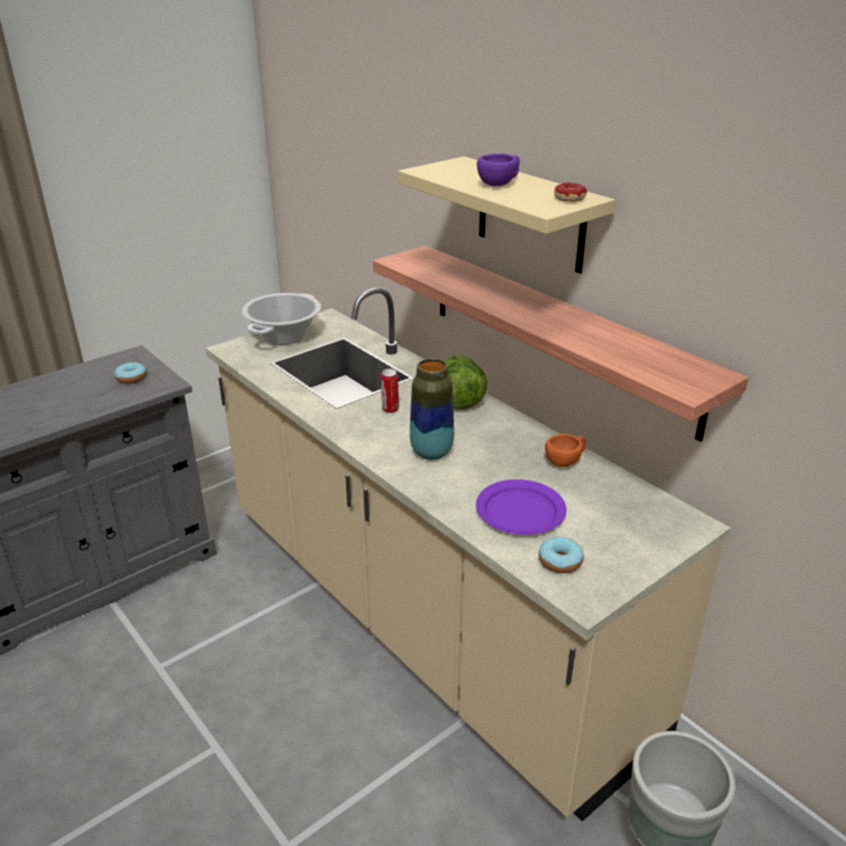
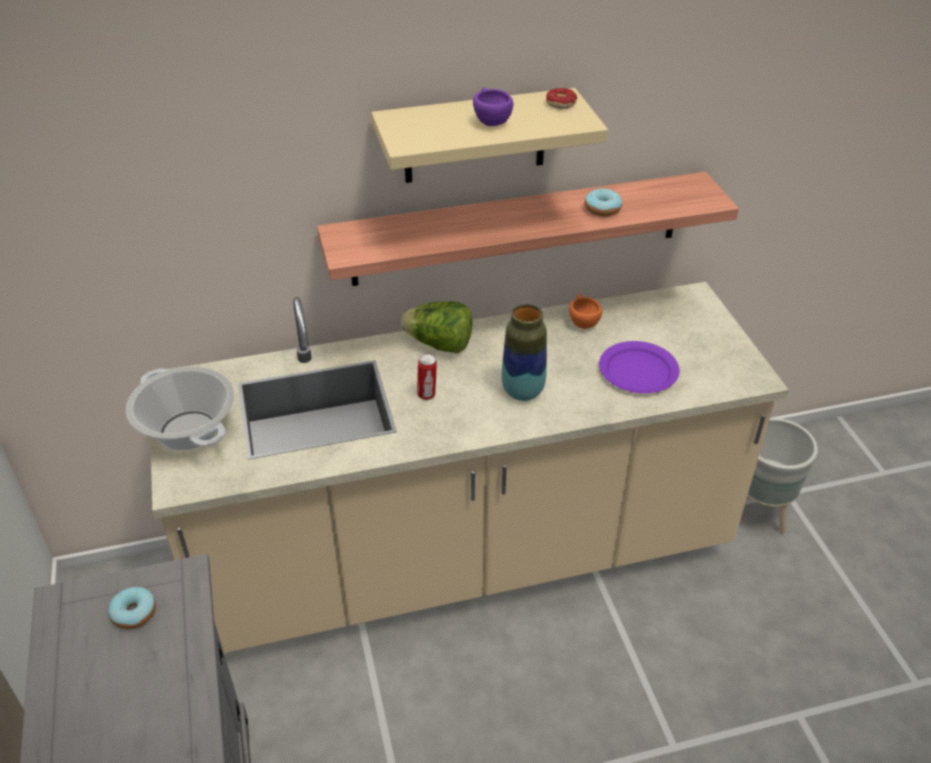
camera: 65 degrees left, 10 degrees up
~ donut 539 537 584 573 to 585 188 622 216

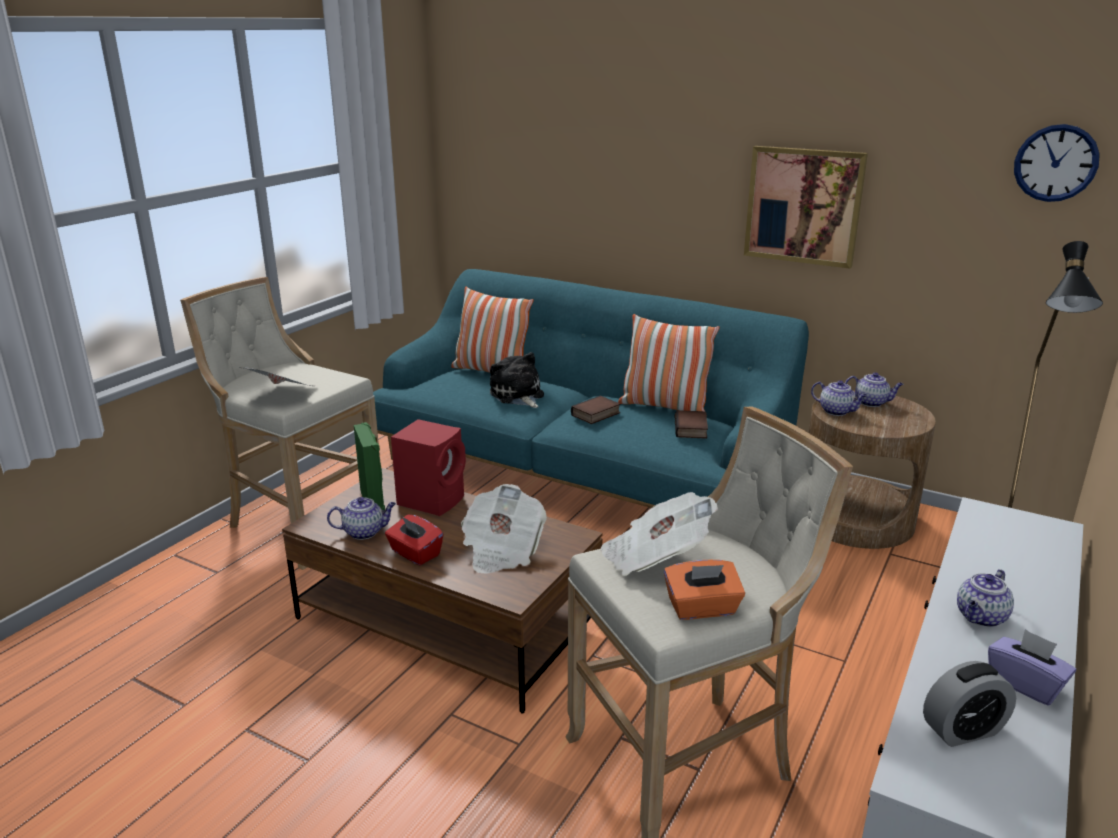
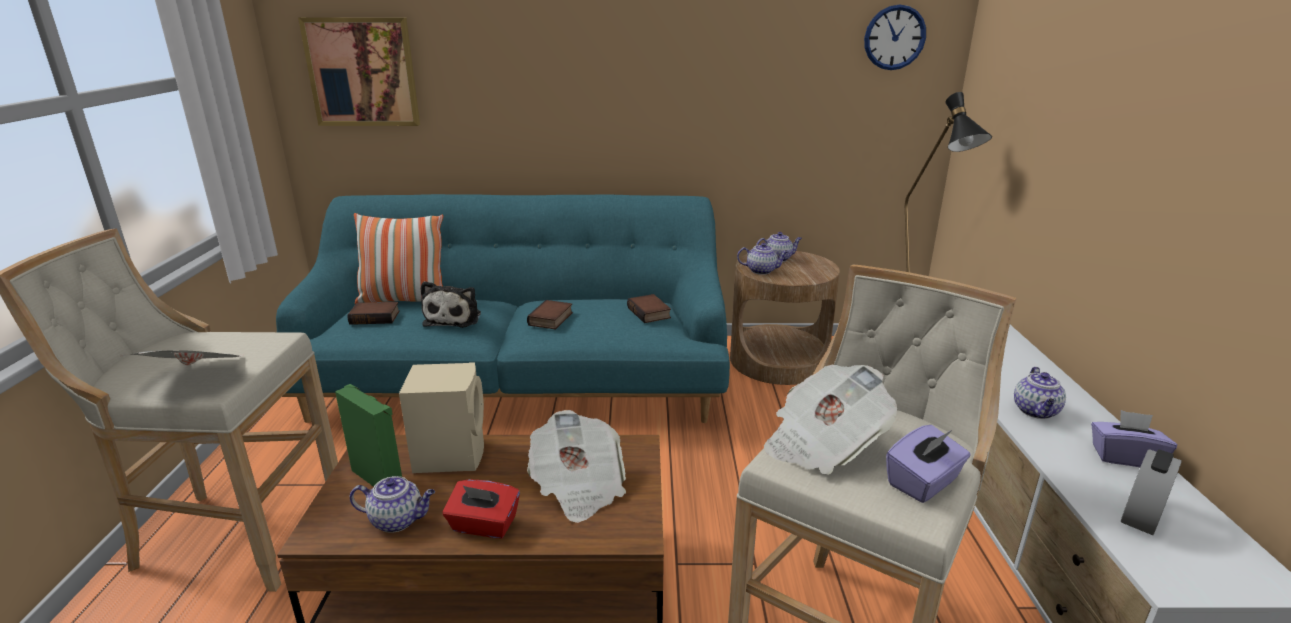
camera: 30 degrees left, 0 degrees up
~ picture 744 146 868 269 to 298 17 420 126
- pillow 618 314 720 411
~ plush toy 490 352 544 408 = 421 281 481 328 120 degrees counterclockwise
~ speaker/red 391 419 466 516 to speaker/beige 399 362 484 473
~ teapot 327 497 396 540 = 349 476 435 533 45 degrees clockwise
~ tissue box/orange 664 560 745 620 to tissue box/purple 886 425 971 503
+ book 348 302 400 325

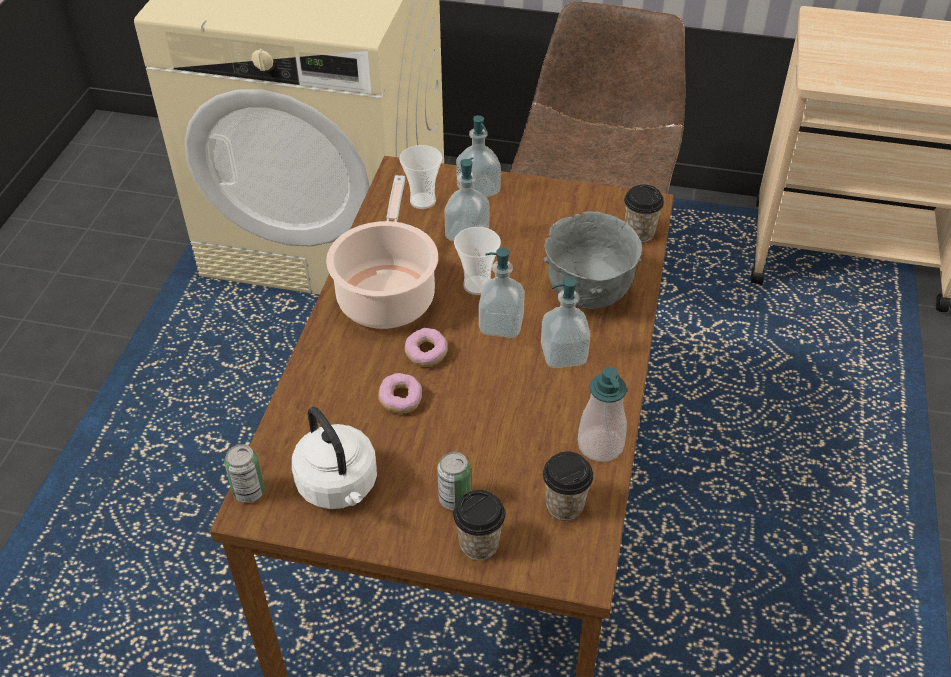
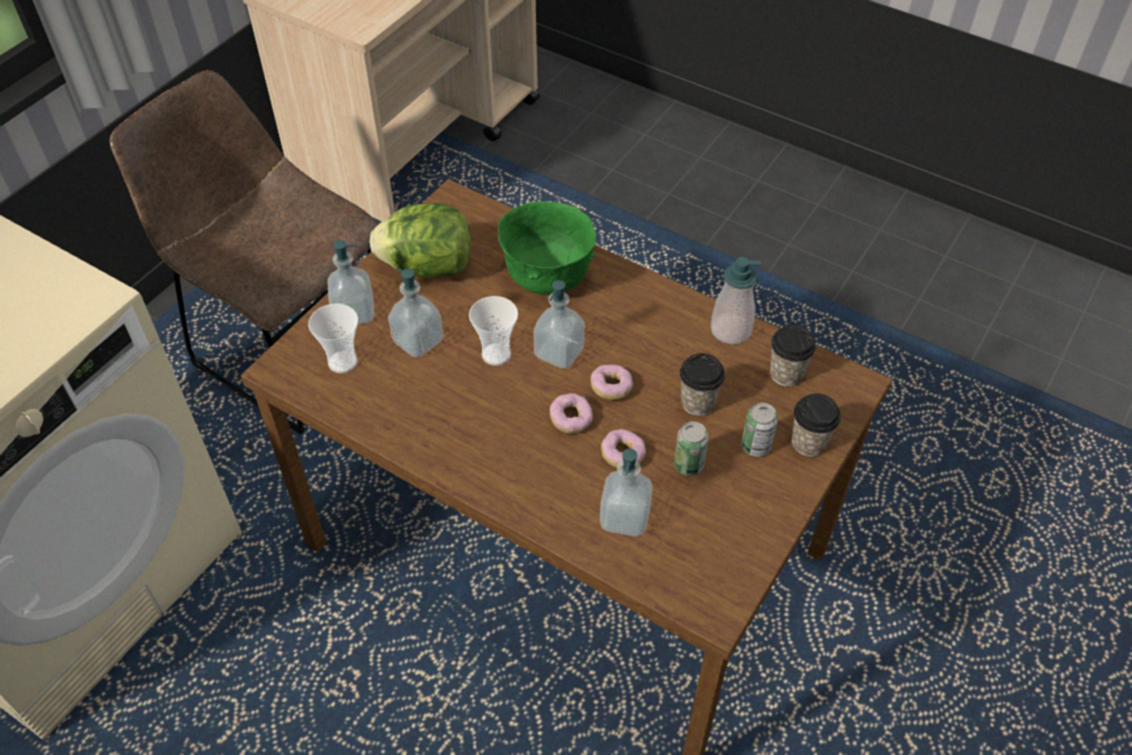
camera: 70 degrees left, 5 degrees up
- cooking pot 326 175 438 329
~ cup 624 184 664 243 to 680 353 725 416
~ bowl/grey 543 211 642 309 to bowl/green 498 201 596 295
~ soap dispenser 541 277 590 368 to 600 449 653 537
- kettle/white 292 407 377 509
~ can 224 444 265 503 to 674 421 709 476
+ lettuce 370 203 471 279
+ donut 590 365 633 400

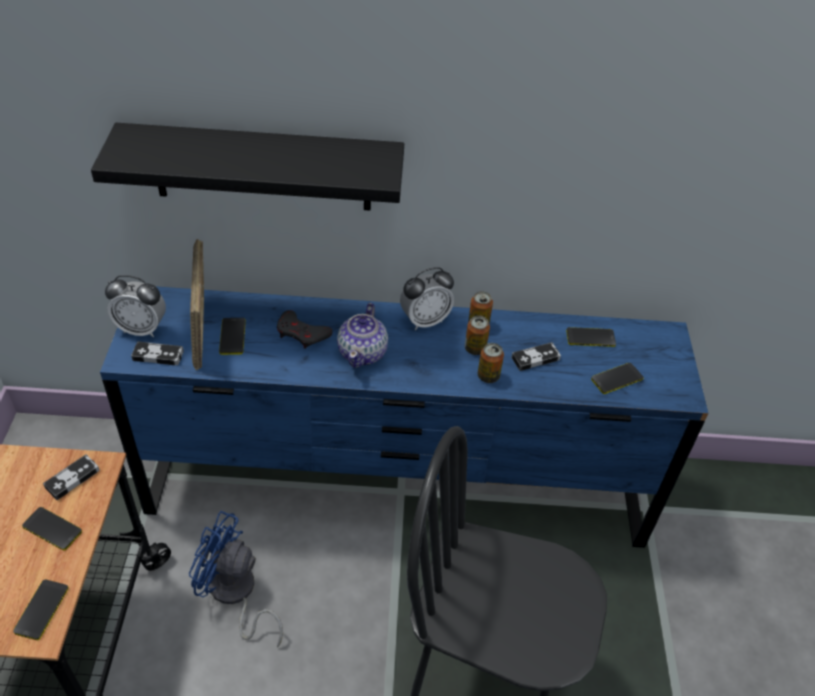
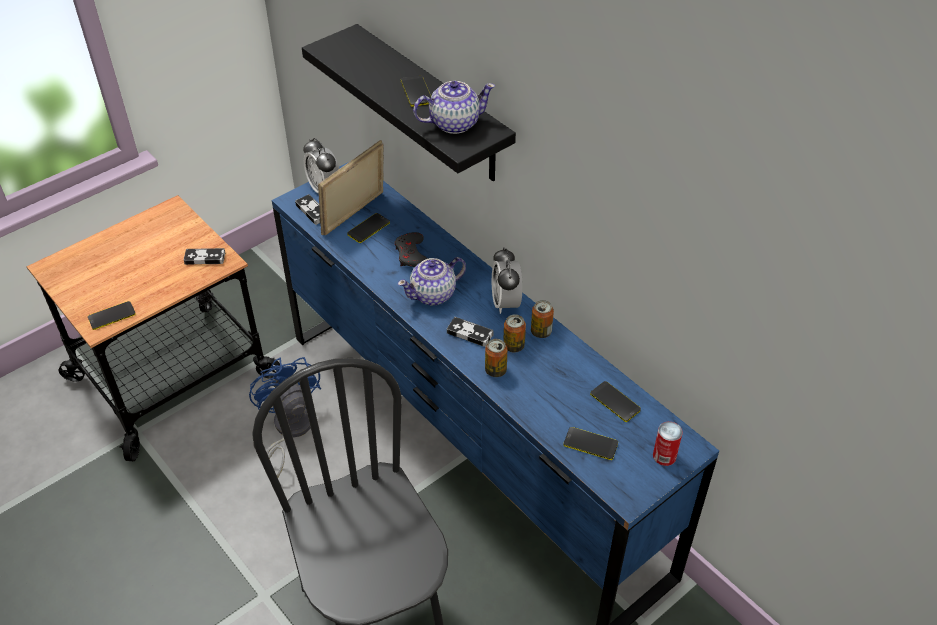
camera: 50 degrees right, 0 degrees up
~ alarm clock 400 267 454 330 = 492 247 523 314 60 degrees clockwise
~ game controller 511 342 561 371 to 447 317 494 347
~ phone 22 507 82 550 to 401 75 431 107
+ teapot 413 81 495 134
+ can 653 422 683 466

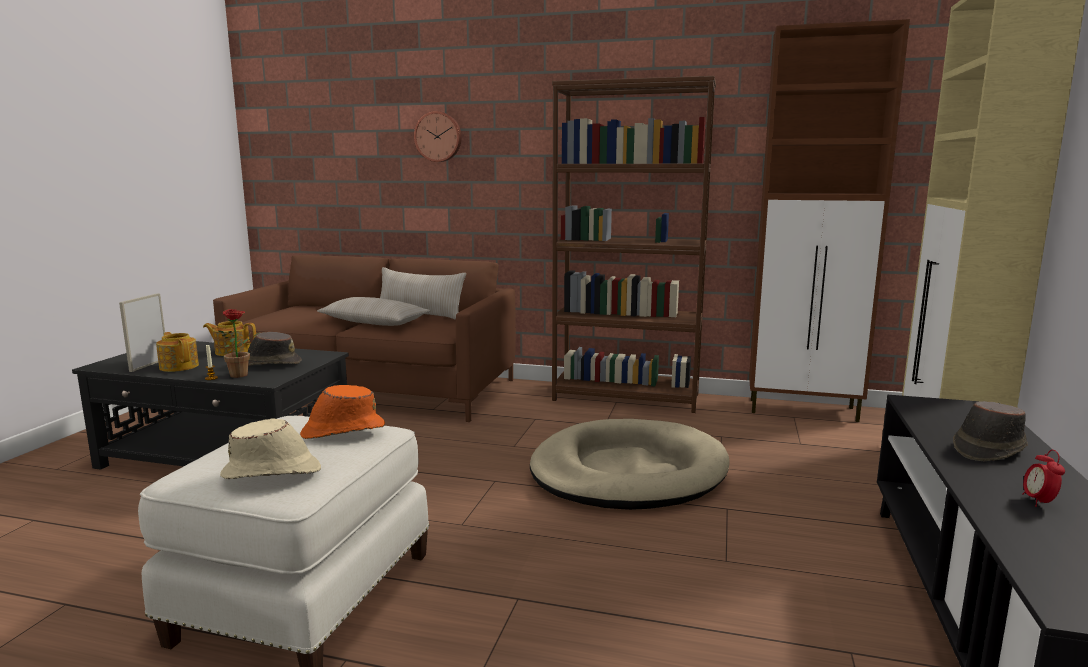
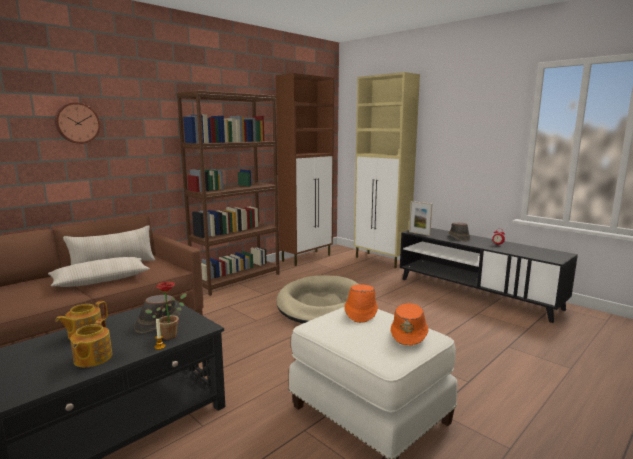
camera: 60 degrees left, 0 degrees up
~ picture frame 119 293 165 372 to 409 201 432 236
~ teapot 156 332 199 372 = 70 319 112 367 75 degrees counterclockwise
~ hat/beige 220 418 321 479 to hat/orange 391 303 428 345

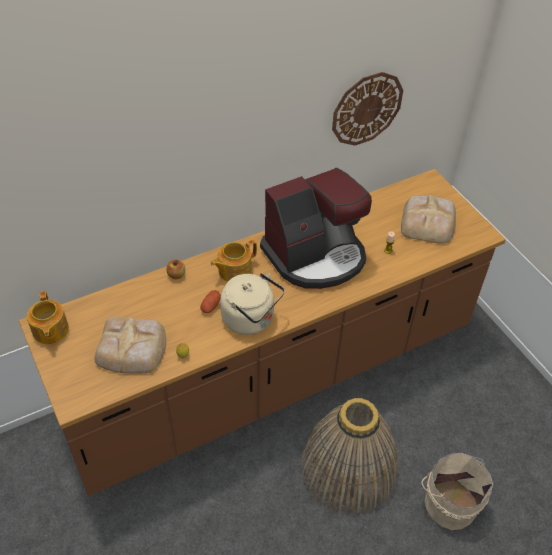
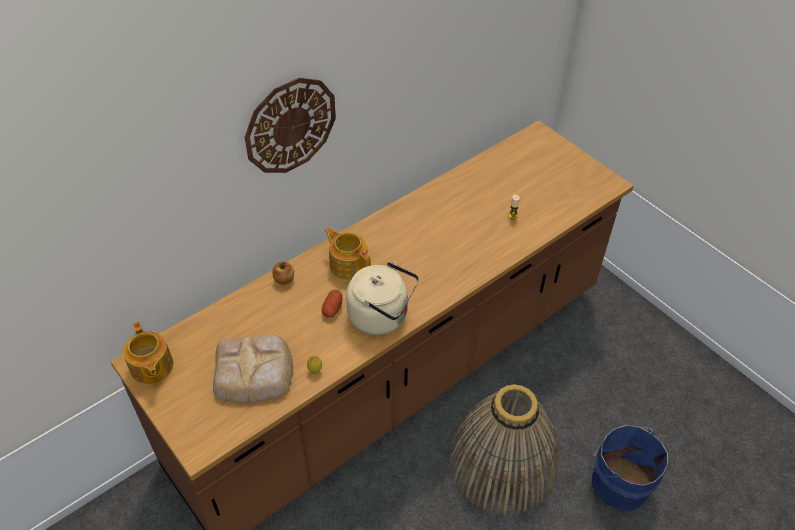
camera: 10 degrees left, 0 degrees up
~ wall clock 332 72 403 146 to 245 78 336 173
- coffee machine 260 168 372 289
- bread 401 195 456 244
~ teapot 211 240 257 282 = 324 227 371 280 90 degrees clockwise
~ bucket/beige 421 453 493 530 to bucket/blue 589 425 668 511

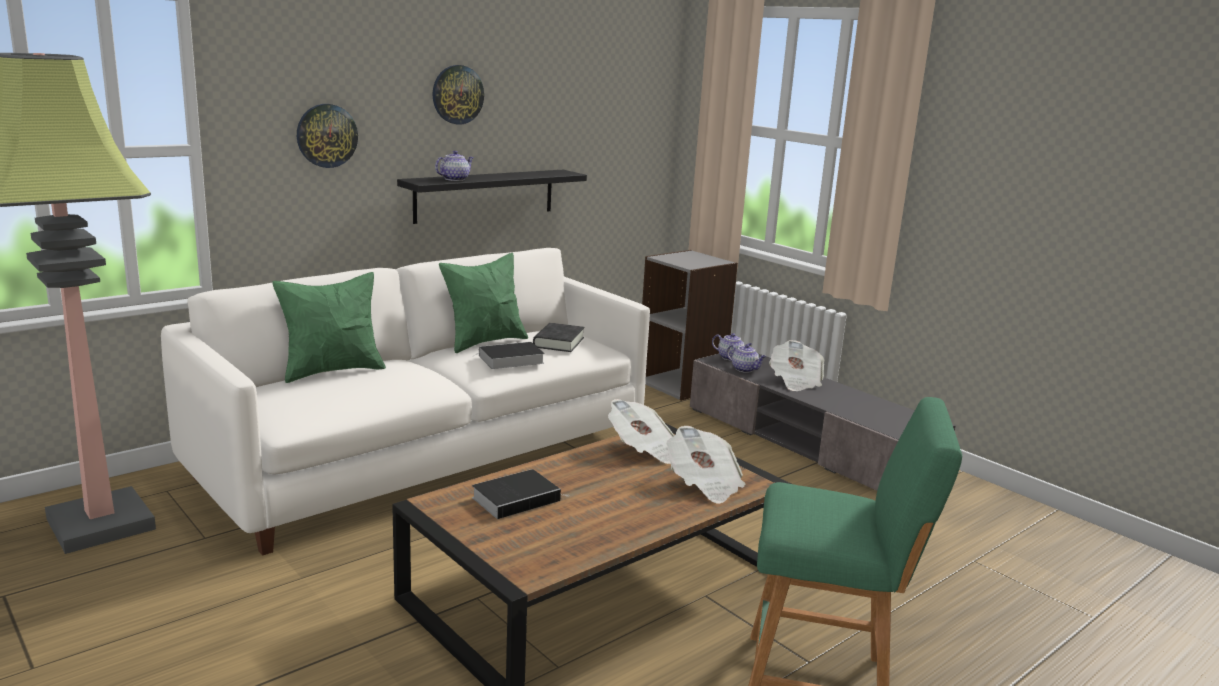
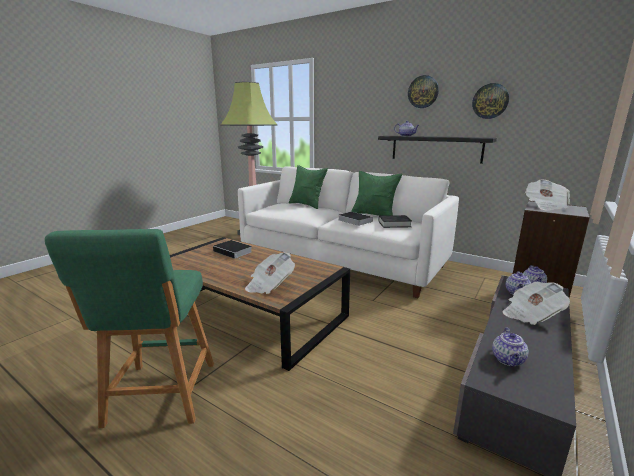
camera: 75 degrees right, 0 degrees up
~ wall clock 297 104 358 168 to 472 83 509 119
~ newspaper 608 399 674 464 to 525 180 570 211
+ teapot 492 328 529 367

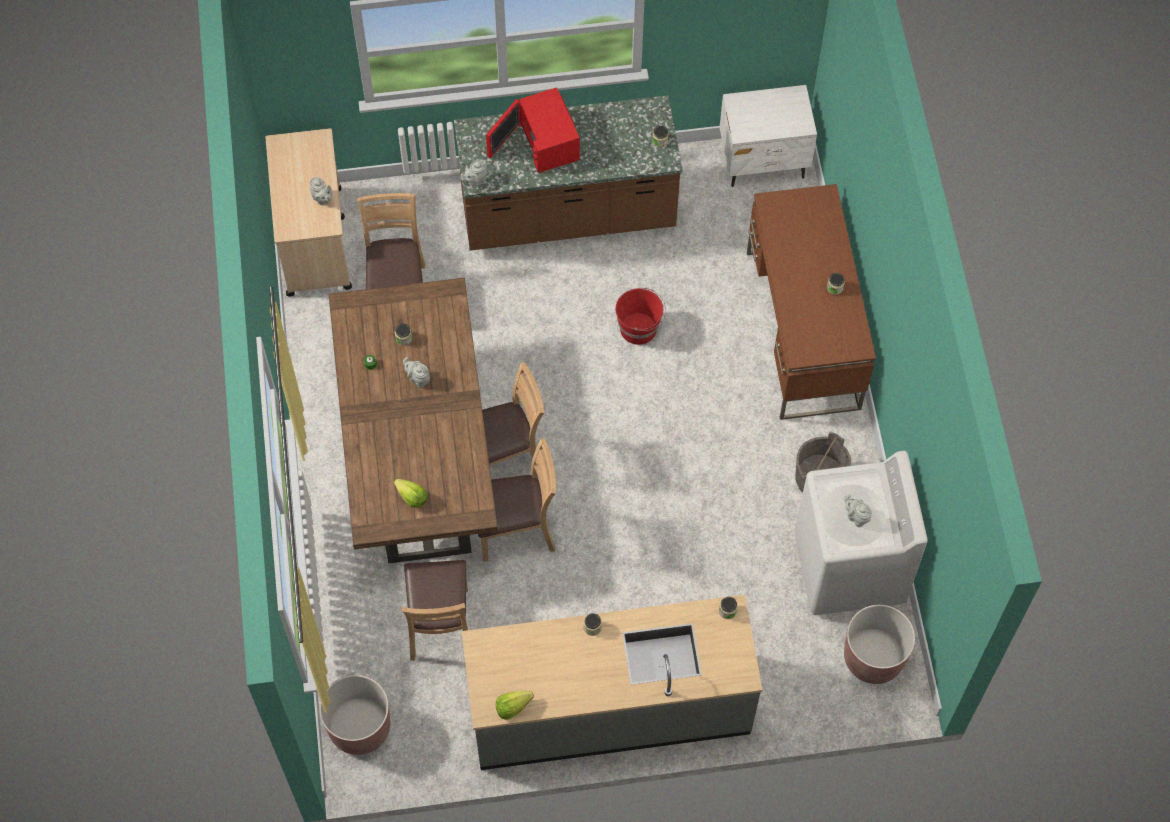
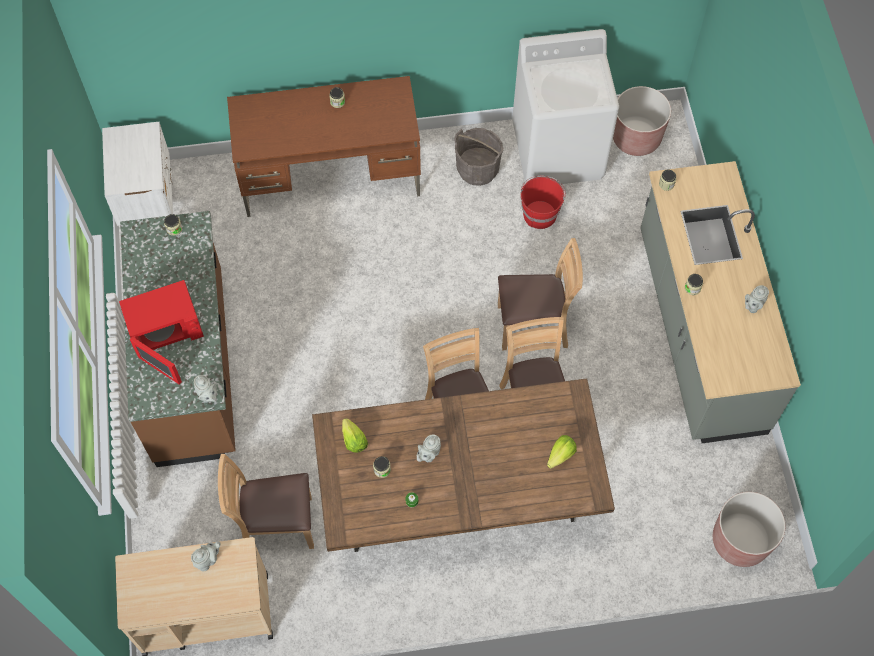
camera: 90 degrees left, 0 degrees up
~ bucket/red 615 288 666 345 to 521 176 566 229
~ teapot/grey 844 495 872 527 to 745 285 769 313
~ chair/brown 401 560 468 661 to 498 238 583 350
~ lettuce 496 691 534 720 to 342 418 368 453

